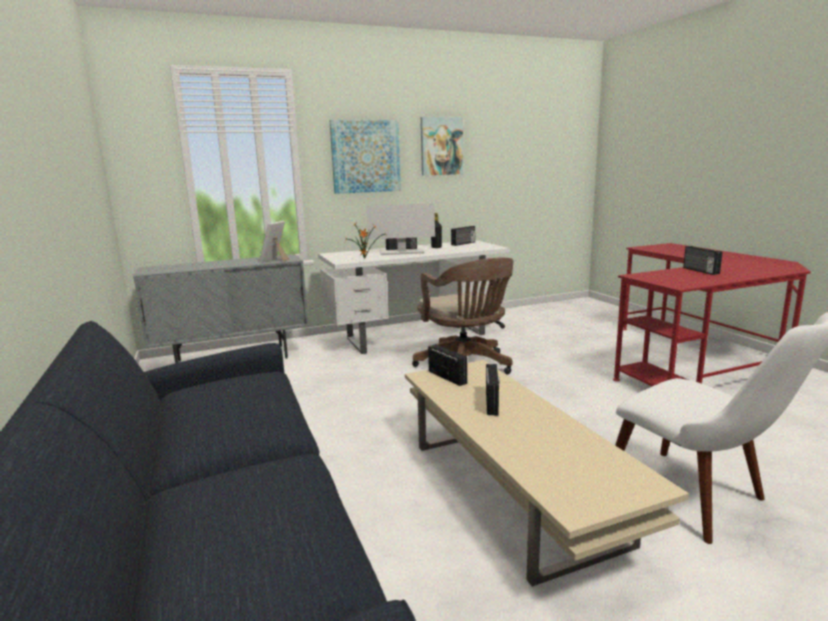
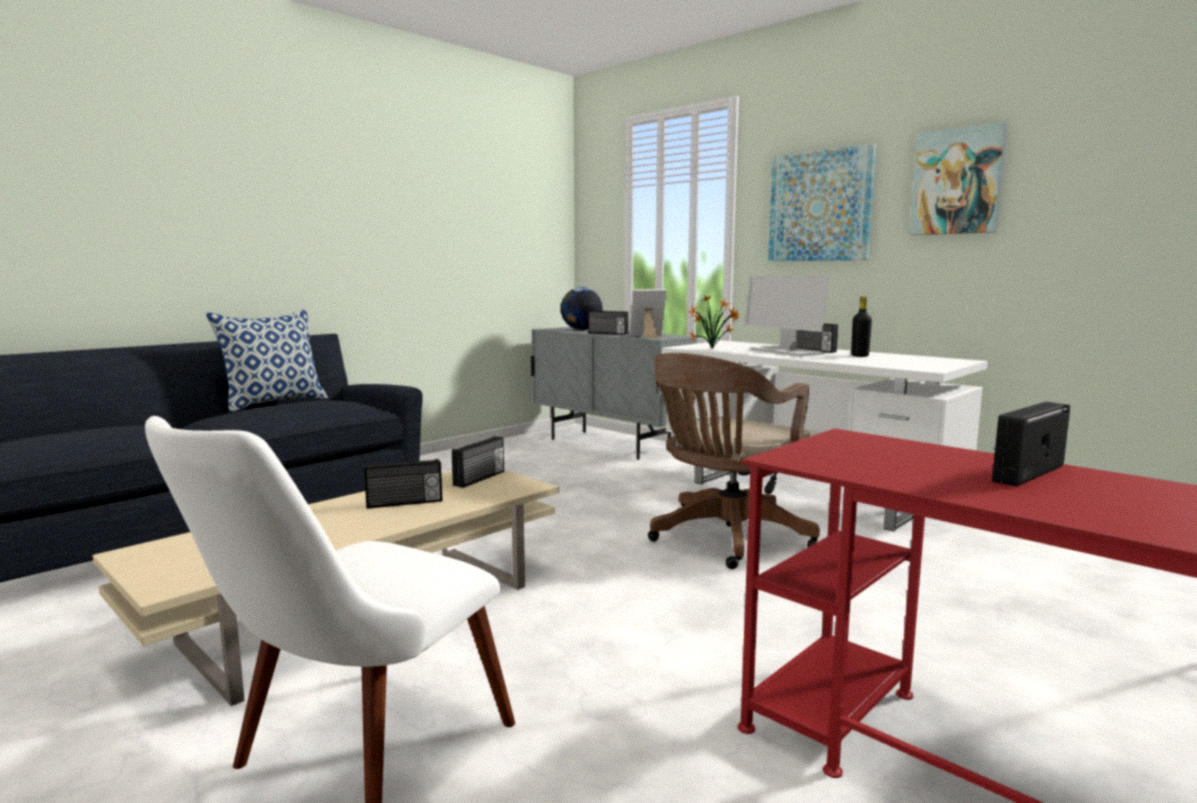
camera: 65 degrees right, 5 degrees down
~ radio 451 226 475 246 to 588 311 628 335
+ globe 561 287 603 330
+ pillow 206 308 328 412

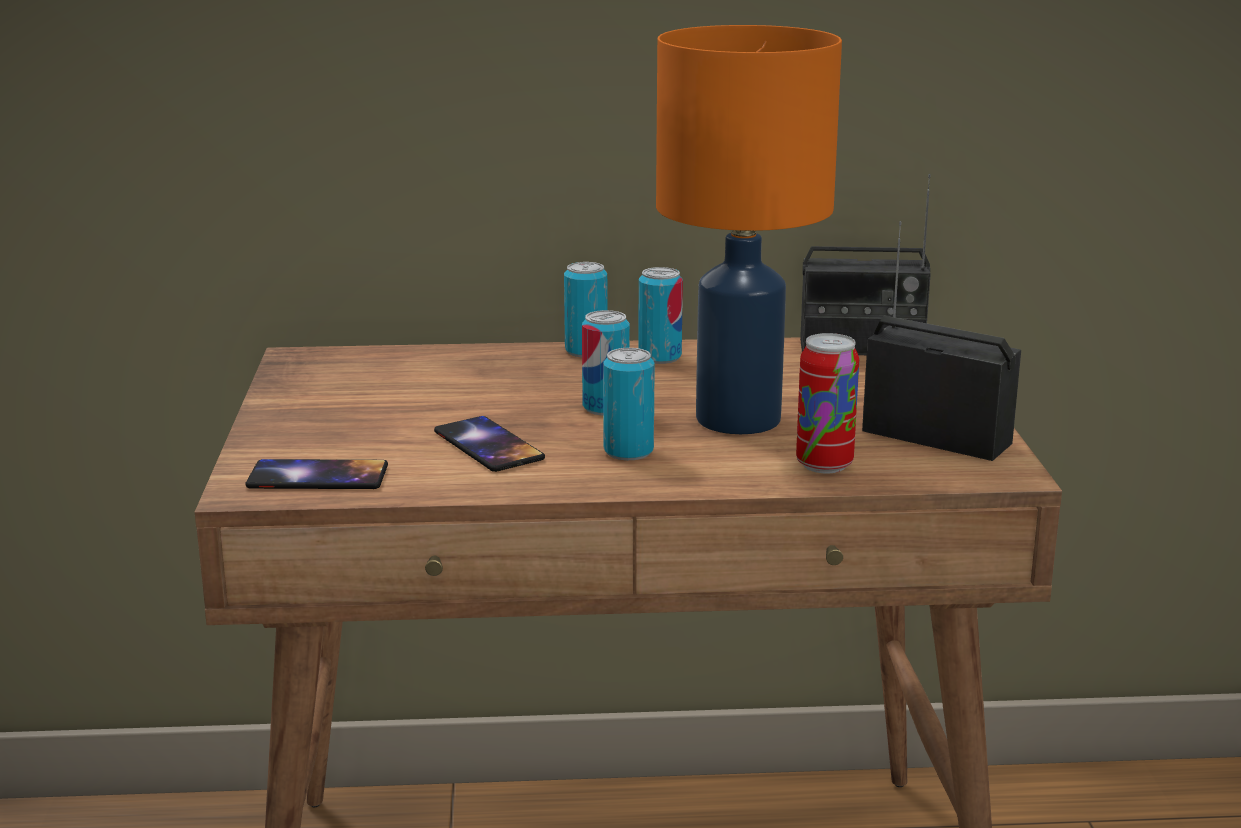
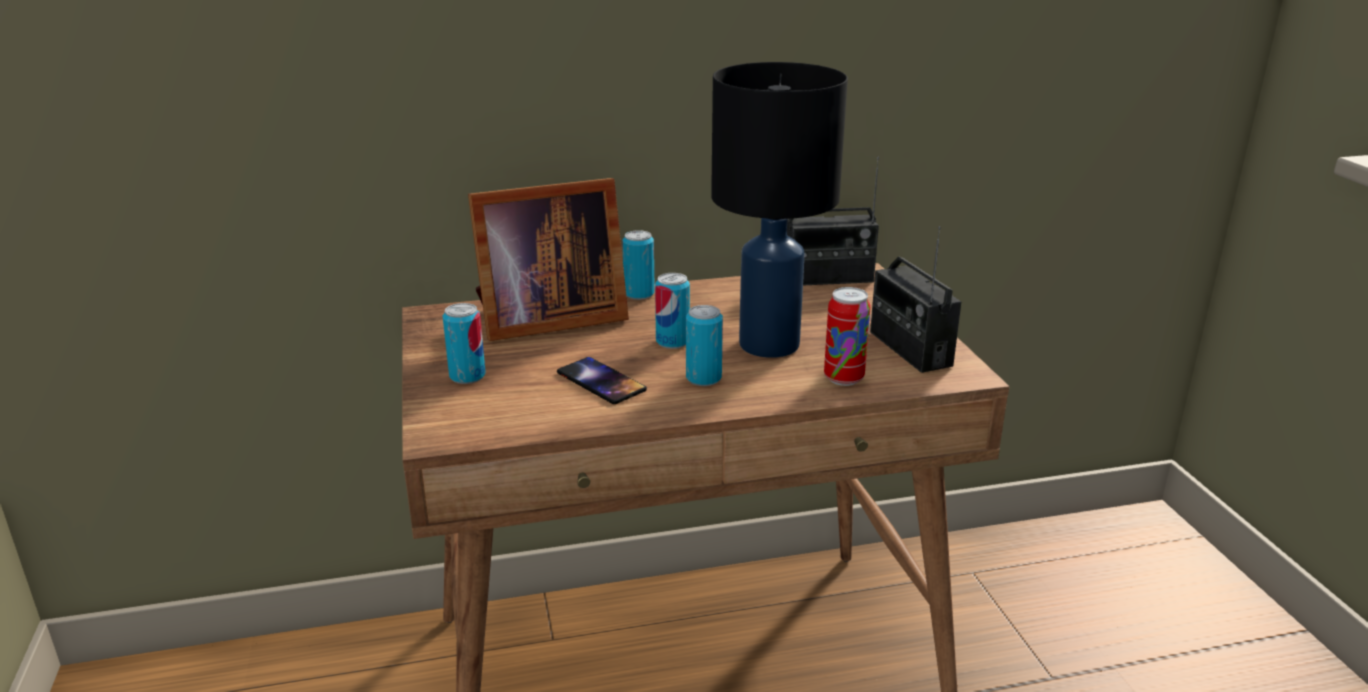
camera: 10 degrees left, 5 degrees up
~ table lamp/orange 656 25 842 434 to table lamp/black 711 62 848 358
~ radio 862 221 1021 461 = 870 226 961 373 135 degrees counterclockwise
~ can 638 267 683 364 to 443 303 486 384
- phone 245 459 388 489
+ picture frame 468 178 629 341

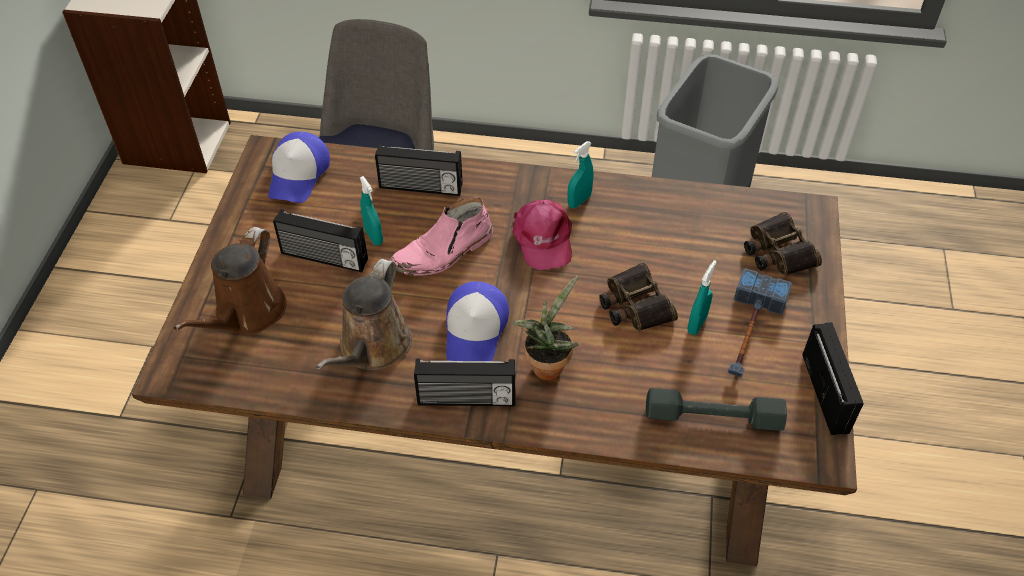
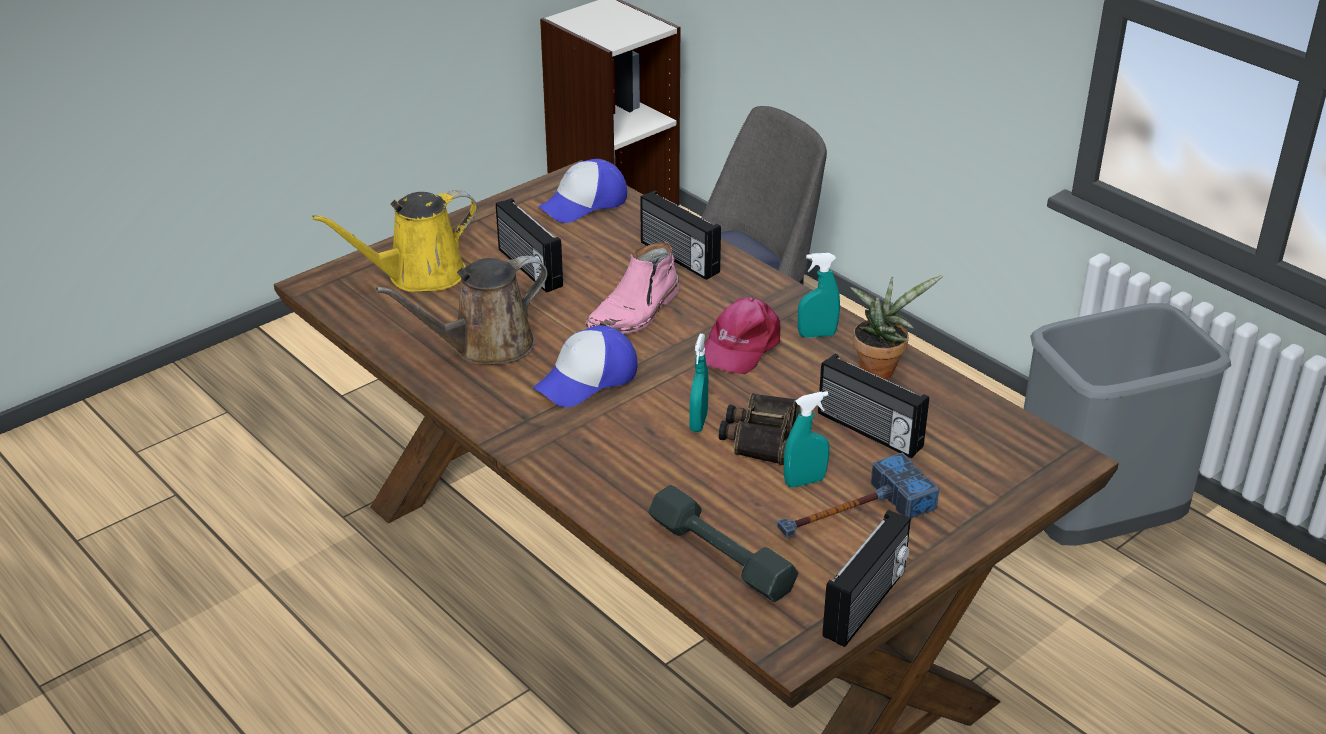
camera: 40 degrees right, 15 degrees down
~ spray bottle/turquoise 360 176 383 246 to 689 334 708 432
~ boot/pink 390 198 493 275 = 585 242 680 334 60 degrees counterclockwise
- binoculars 744 212 822 276
~ watering can/brown 174 227 286 335 to watering can/yellow 312 190 477 292
~ potted plant 511 275 579 380 to 850 275 943 379
~ radio 414 358 515 406 to 818 354 929 458

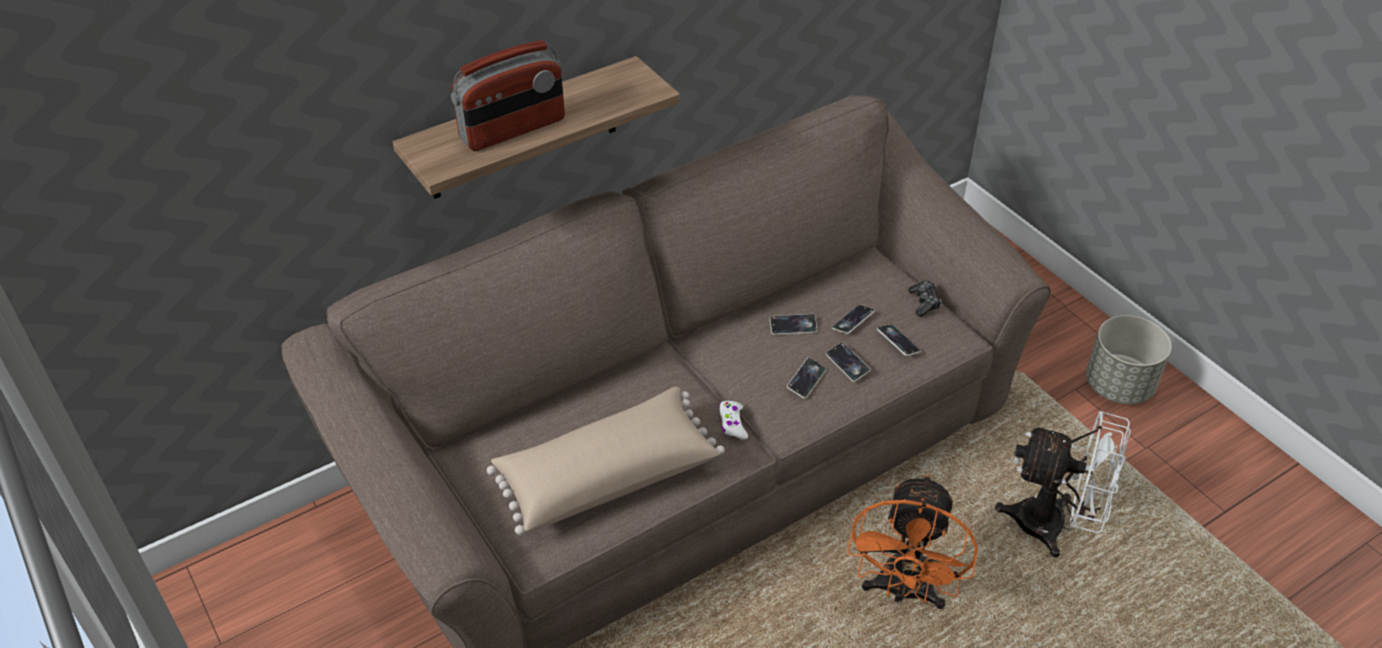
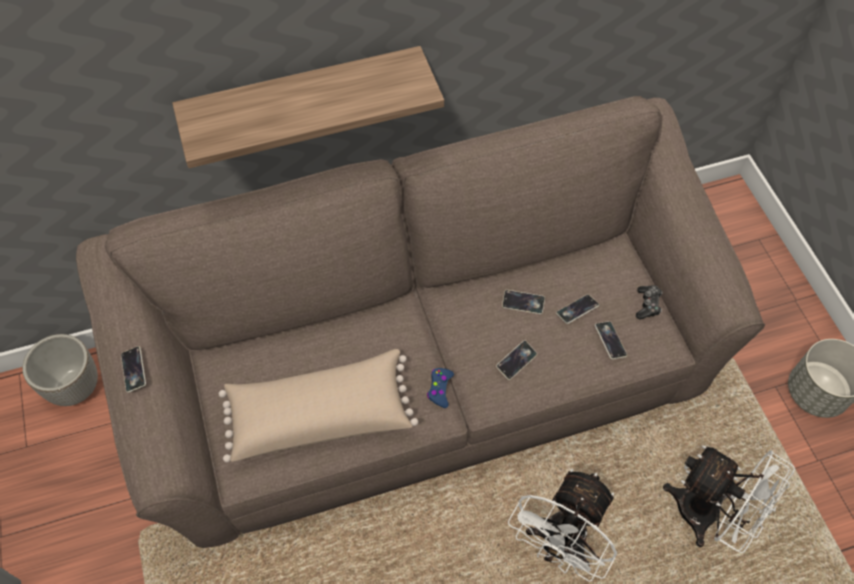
camera: 15 degrees right, 15 degrees up
- radio 451 40 565 151
~ phone 826 342 871 382 to 121 346 146 393
~ game controller/white 719 401 748 440 to game controller/blue 427 368 454 408
~ fan/orange 847 474 978 609 to fan/white 508 469 617 582
+ planter 22 334 98 406

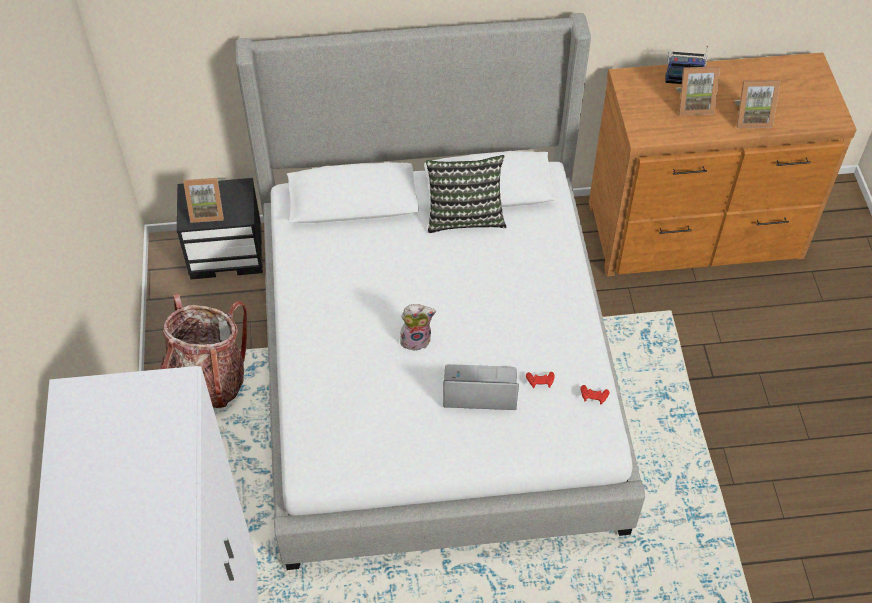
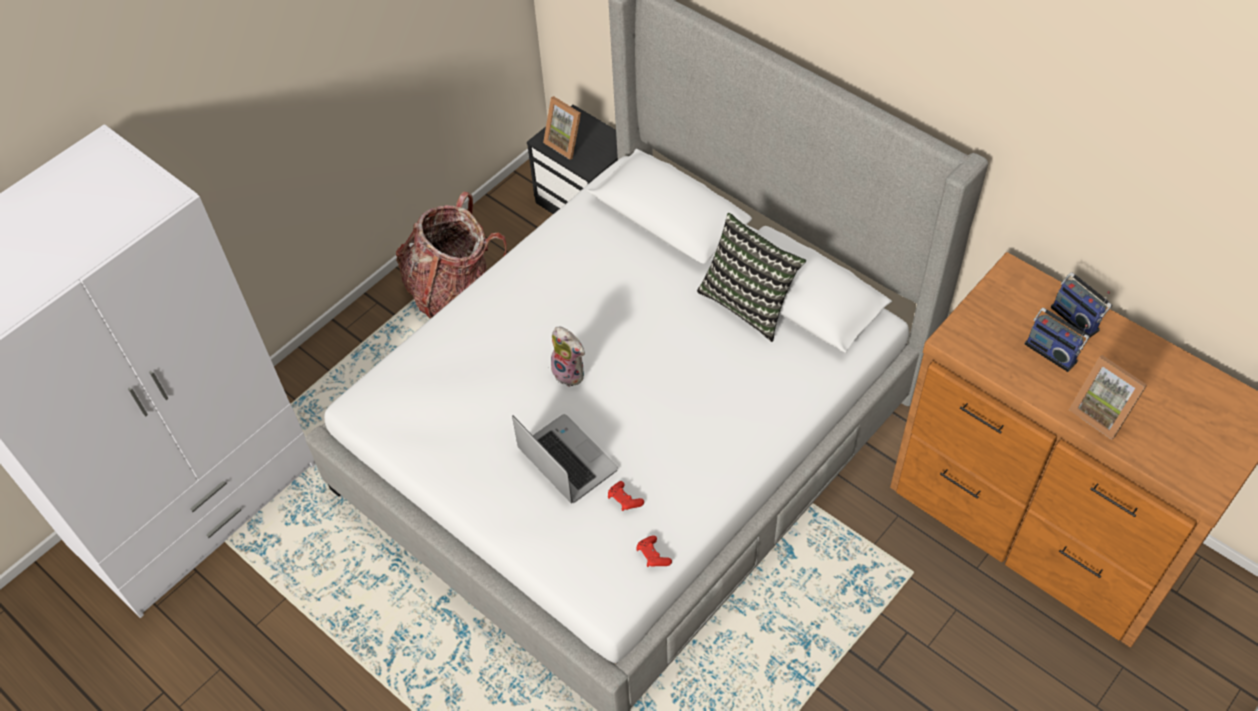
camera: 50 degrees right, 0 degrees up
~ picture frame 676 66 720 116 to radio 1025 308 1089 372

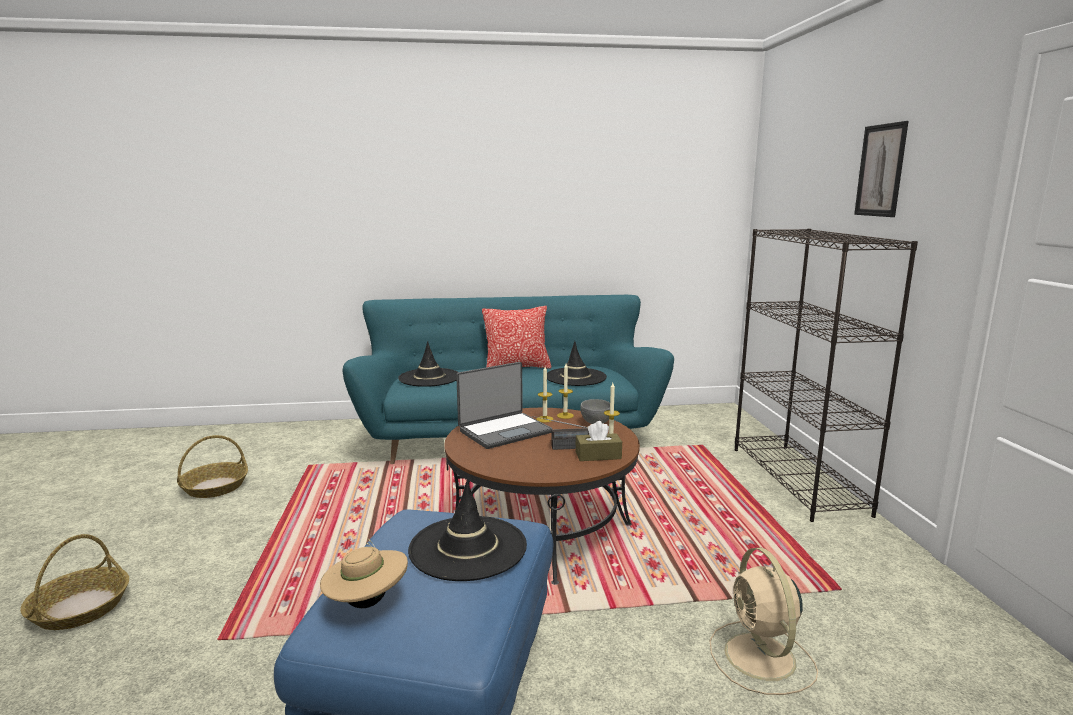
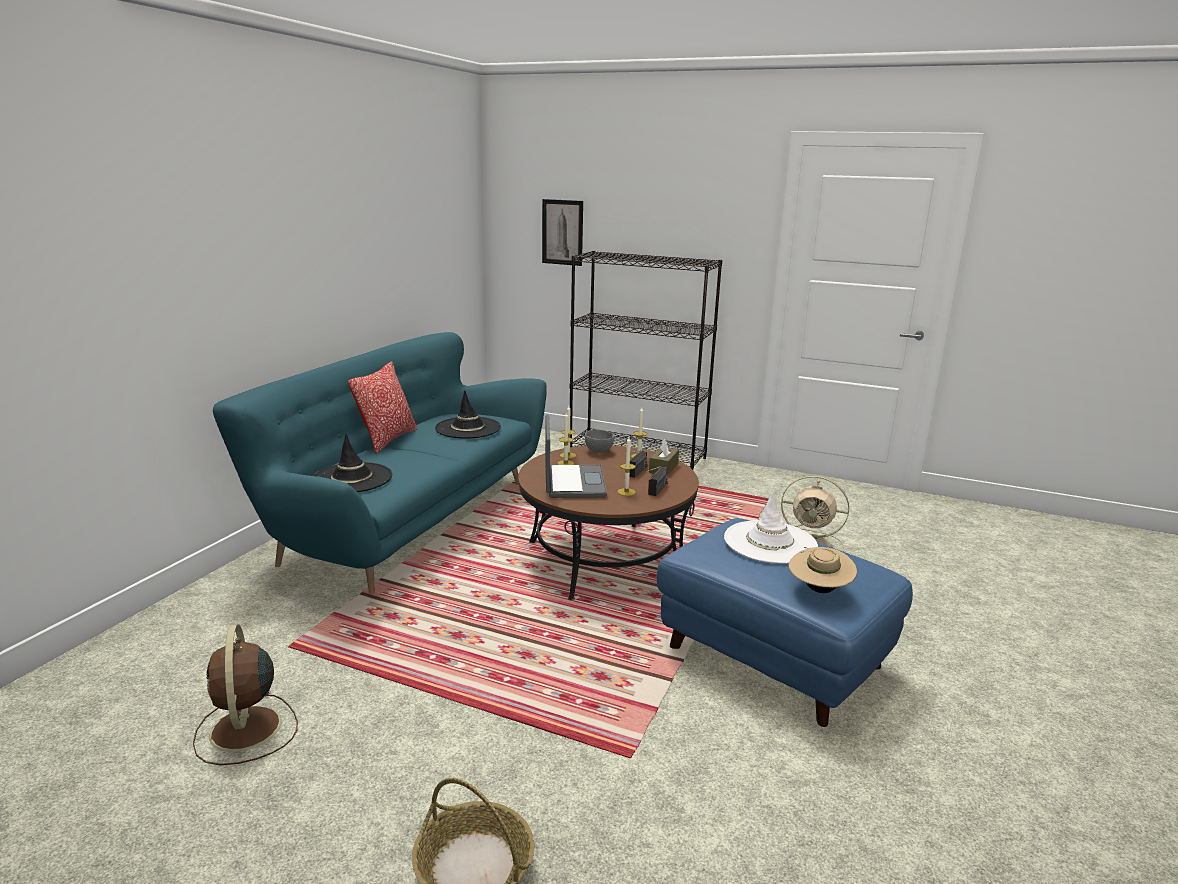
camera: 60 degrees left, 5 degrees up
~ picture 854 121 909 217 to 542 199 583 266
~ basket 177 435 248 498 to fan/brown 193 624 298 765
~ hat/black 408 481 527 581 to hat/white 724 491 818 564
+ candle 618 438 636 496
+ radio 644 466 668 496

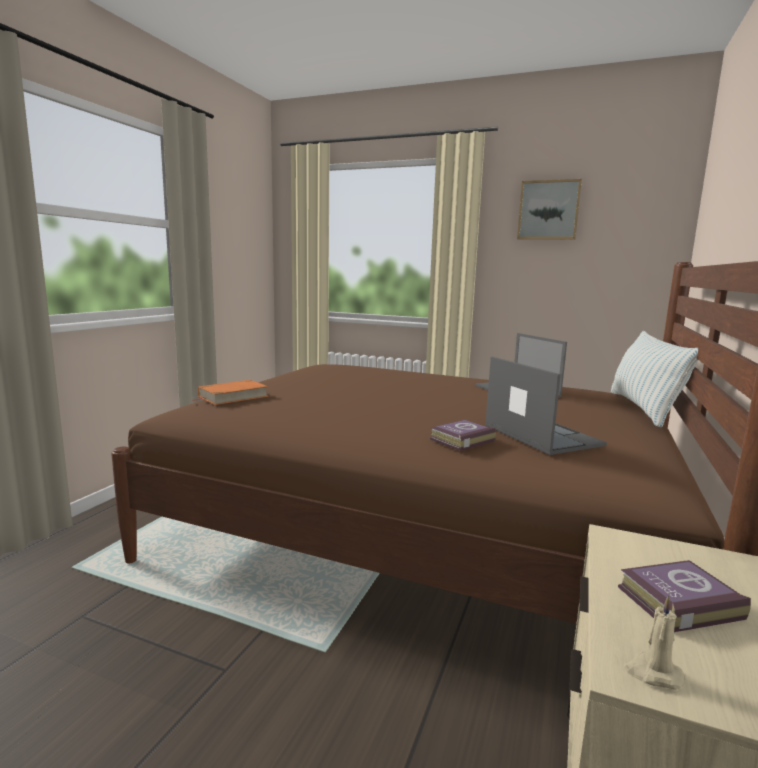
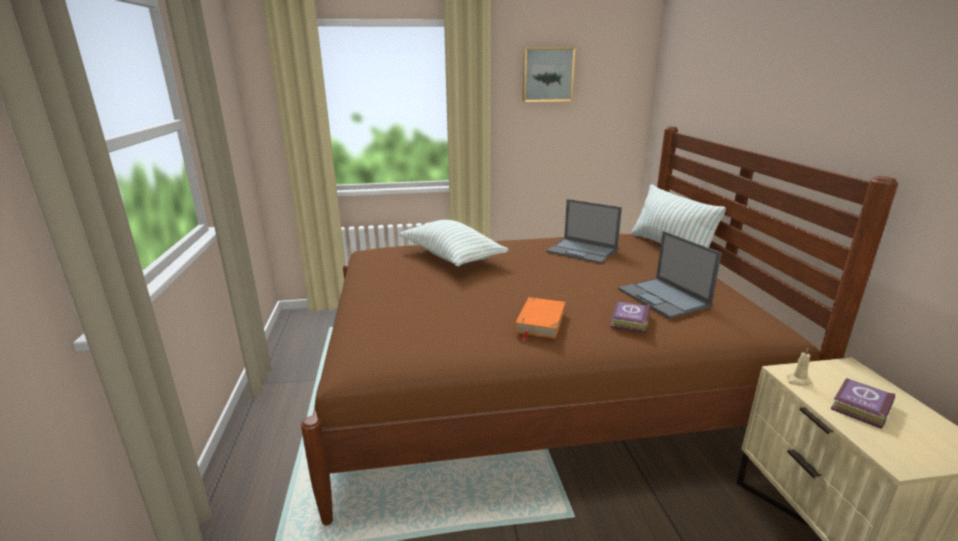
camera: 30 degrees left, 10 degrees up
~ laptop 485 357 607 455 = 618 231 722 319 150 degrees counterclockwise
~ book/orange 192 380 268 405 to 514 297 565 340
~ candle/beige 624 595 685 690 to 787 348 812 386
+ pillow 399 220 509 267

